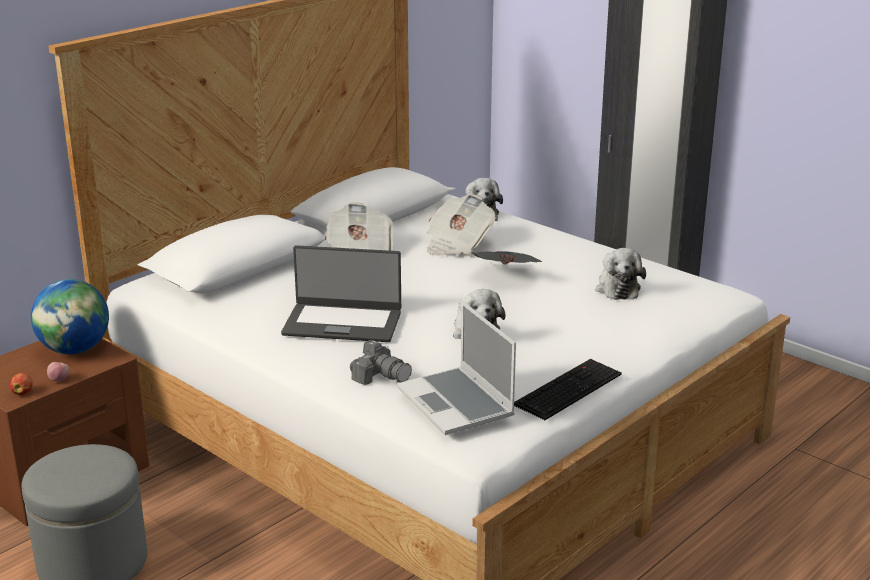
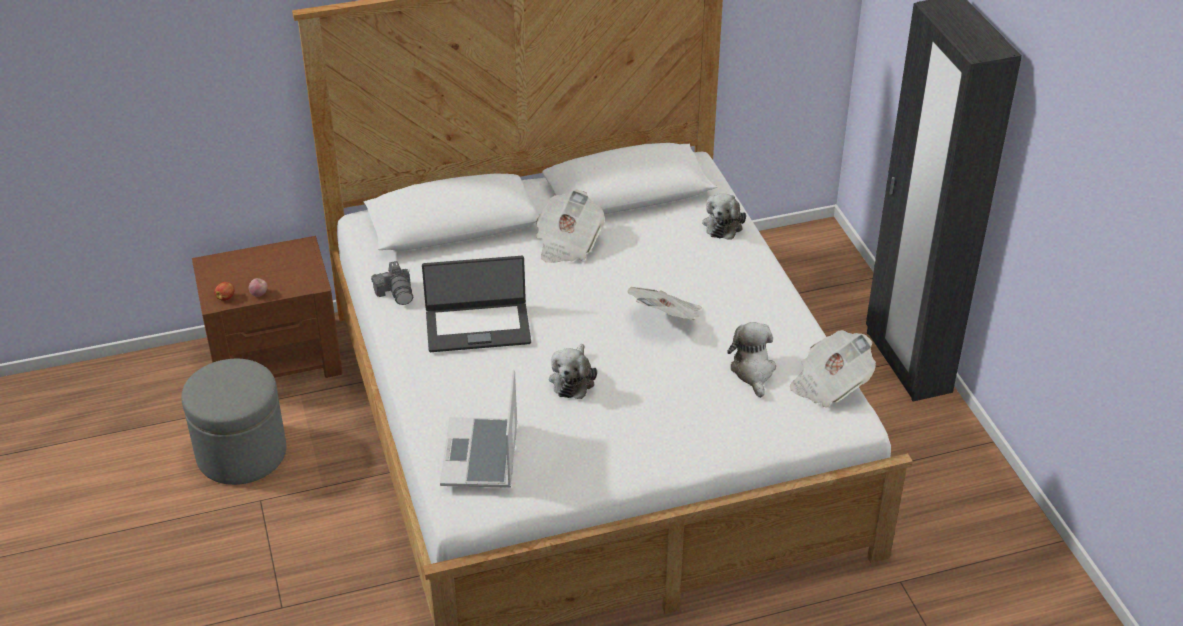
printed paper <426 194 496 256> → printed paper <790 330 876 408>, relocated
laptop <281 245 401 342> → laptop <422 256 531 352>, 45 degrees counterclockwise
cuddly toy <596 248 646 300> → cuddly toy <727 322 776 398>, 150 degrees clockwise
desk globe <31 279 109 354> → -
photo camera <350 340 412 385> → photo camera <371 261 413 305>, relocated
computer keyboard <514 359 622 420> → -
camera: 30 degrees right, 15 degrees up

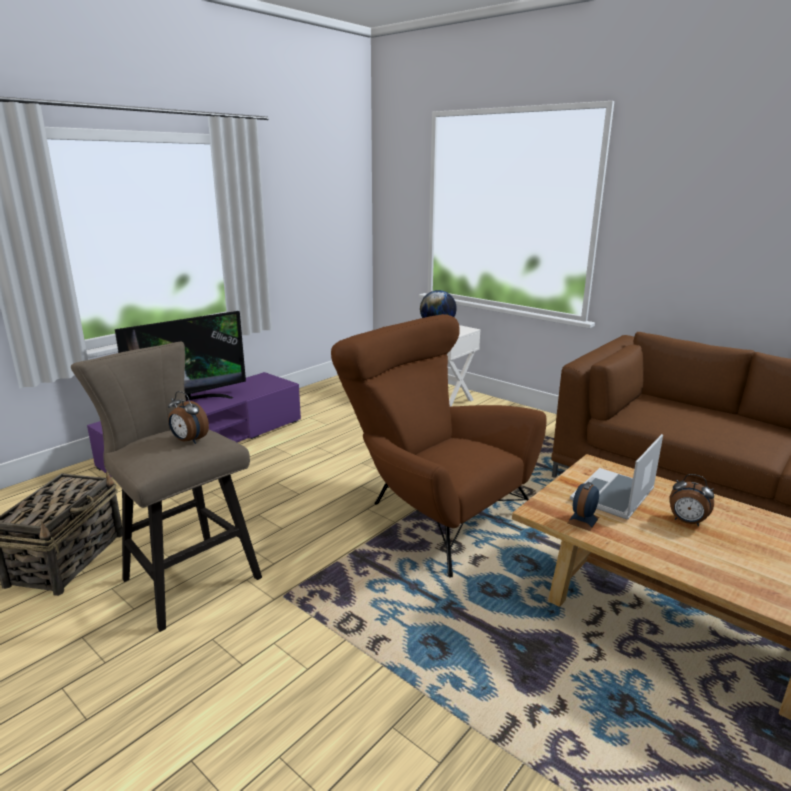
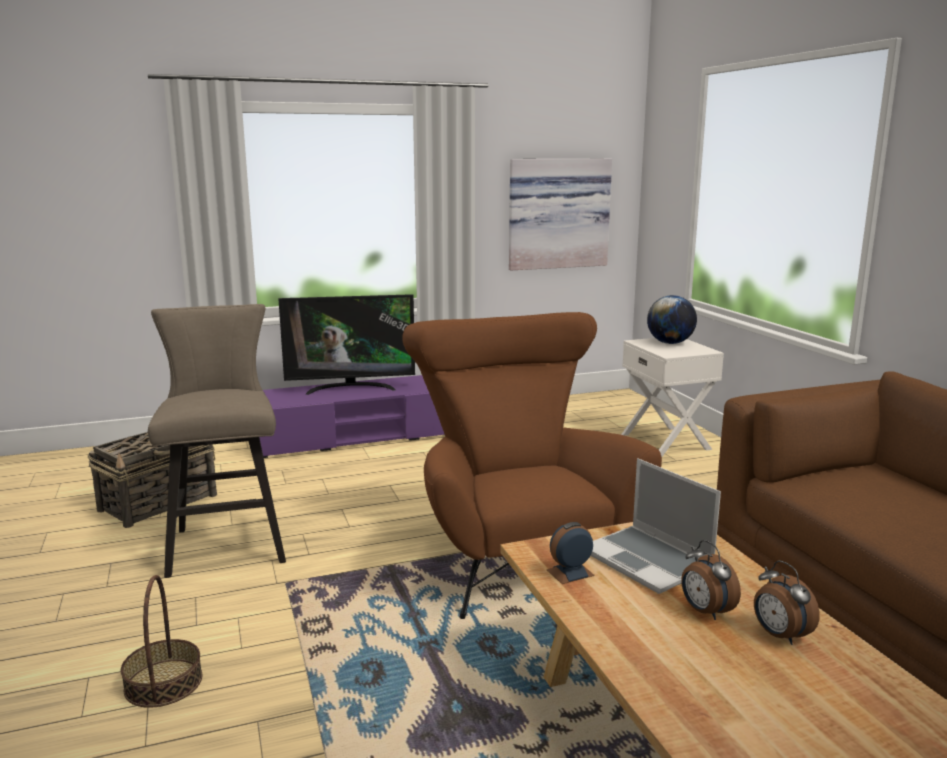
alarm clock <168 391 209 444> → alarm clock <754 560 820 645>, relocated
laptop <570 434 663 520> → laptop <591 458 721 594>, 105 degrees counterclockwise
- → picture <509 159 612 270>
- → storage basket <121 575 202 708>
camera: 30 degrees right, 5 degrees down

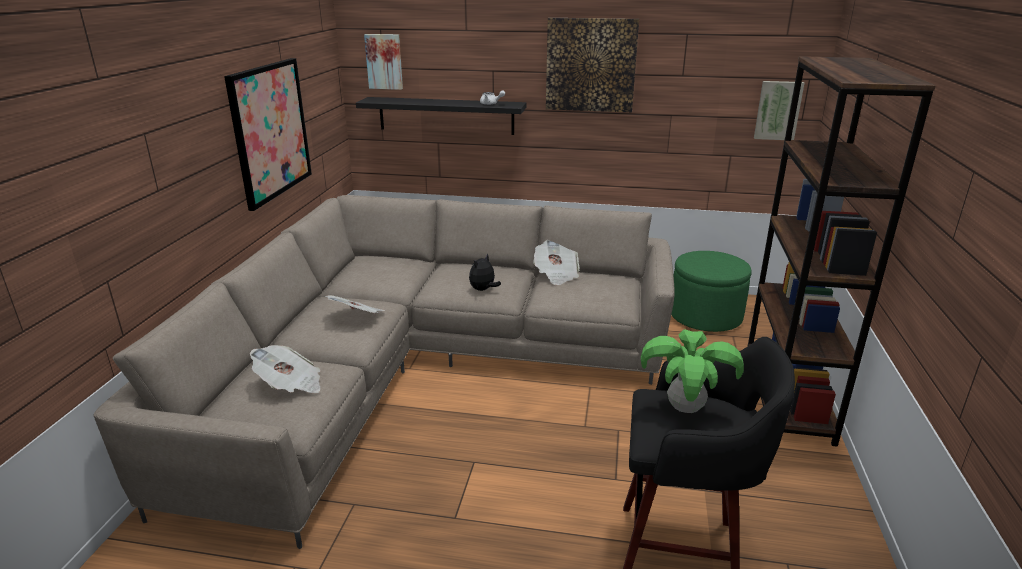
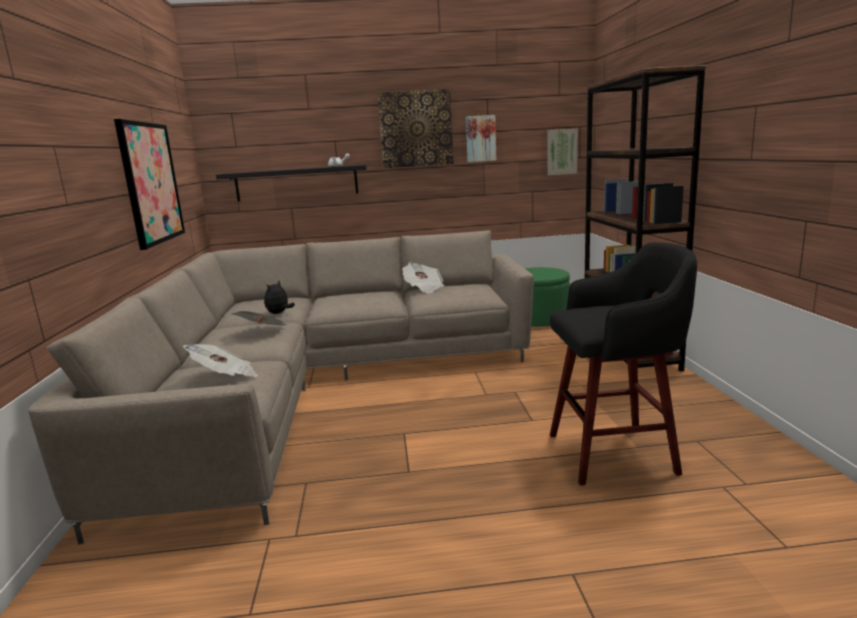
picture <364 34 403 90> → picture <466 115 496 162>, relocated
cuddly toy <469 254 501 291> → cuddly toy <264 281 295 314>, relocated
plant in a pot <641 329 744 413> → -
camera: 15 degrees left, 10 degrees down

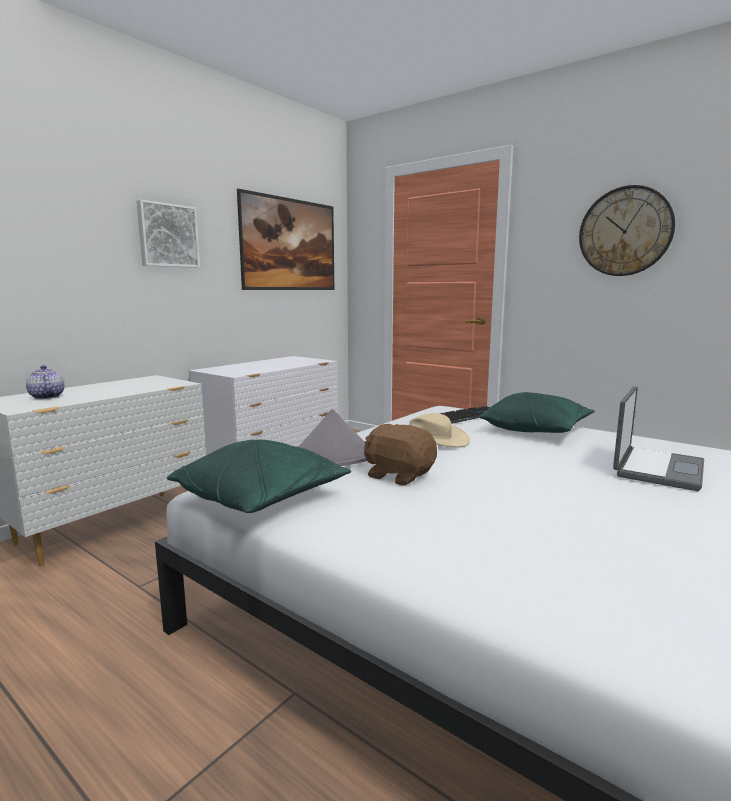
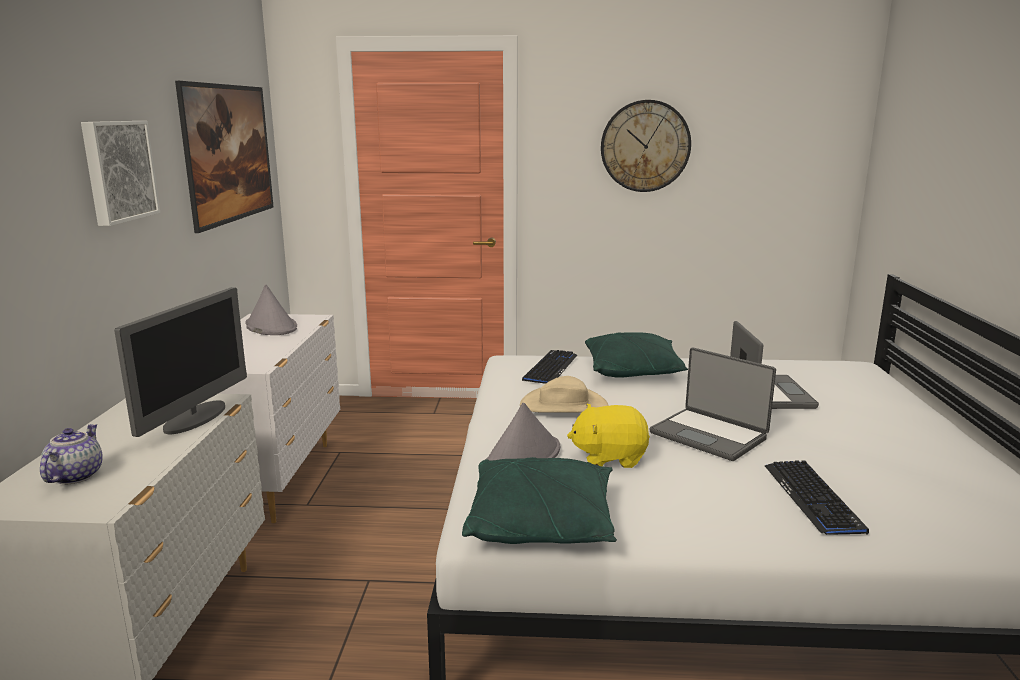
teapot <26 365 64 399> → teapot <40 424 103 484>, 75 degrees clockwise
cuddly toy (brown-coloured) <364 424 437 486> → cuddly toy (yellow-coloured) <567 404 650 468>
- → hat (gray) <245 284 297 335>
- → monitor <114 287 247 437>
- → laptop <649 347 776 461>
- → computer keyboard <765 460 869 535>
camera: 35 degrees left, 5 degrees up

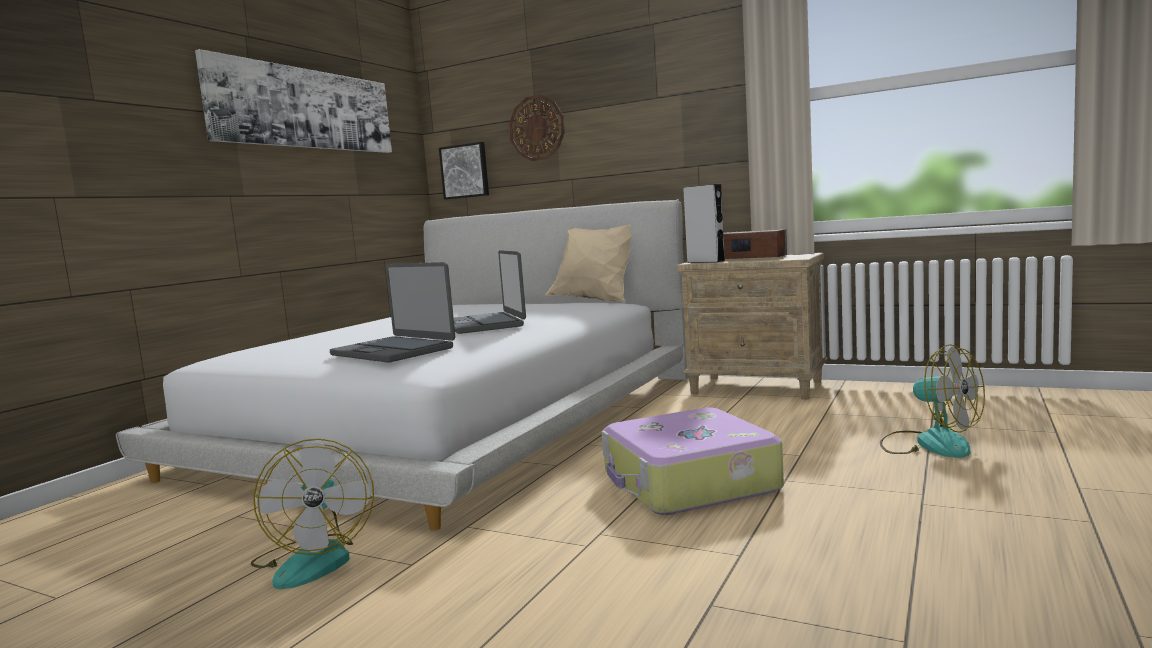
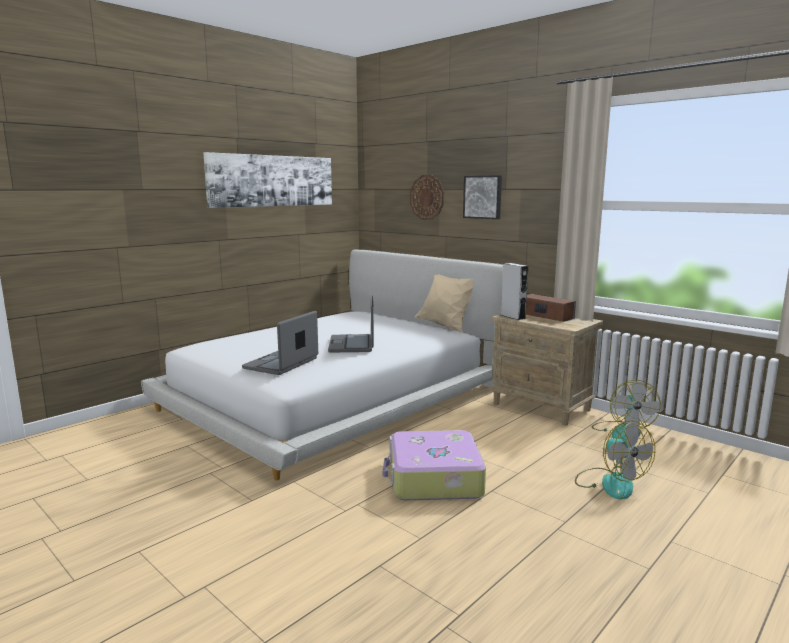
picture <439 142 489 199> → picture <463 175 502 219>, relocated
laptop <330 262 455 363> → laptop <242 311 318 375>, 60 degrees clockwise
fan <251 438 374 589> → fan <592 380 661 441>, relocated
camera: 15 degrees right, 5 degrees up

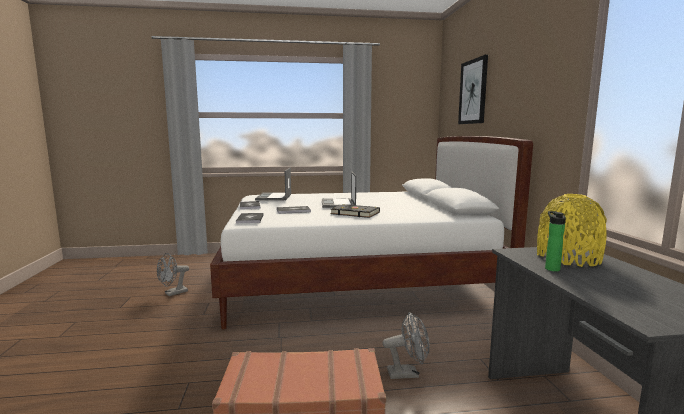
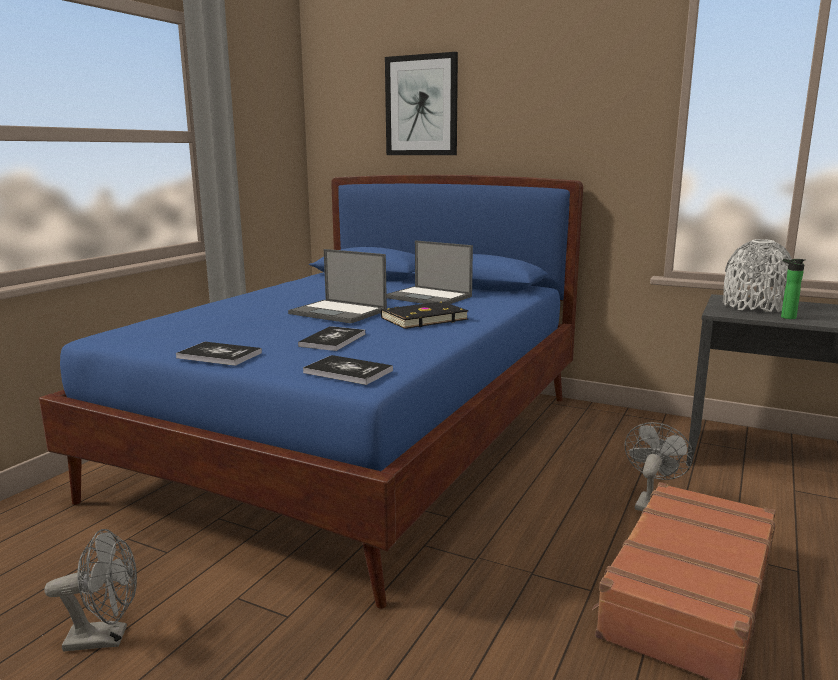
sleeping bed (white) <210 136 533 329> → sleeping bed (blue-coloured) <39 175 583 609>
laptop <255 168 291 201> → laptop <387 240 473 304>, relocated
decorative vase (yellow-coloured) <537 194 607 267> → decorative vase (gray) <723 239 792 312>
fan (gray) <157 253 189 296> → fan (gray) <44 529 137 651>, 90 degrees counterclockwise
camera: 55 degrees left, 5 degrees up

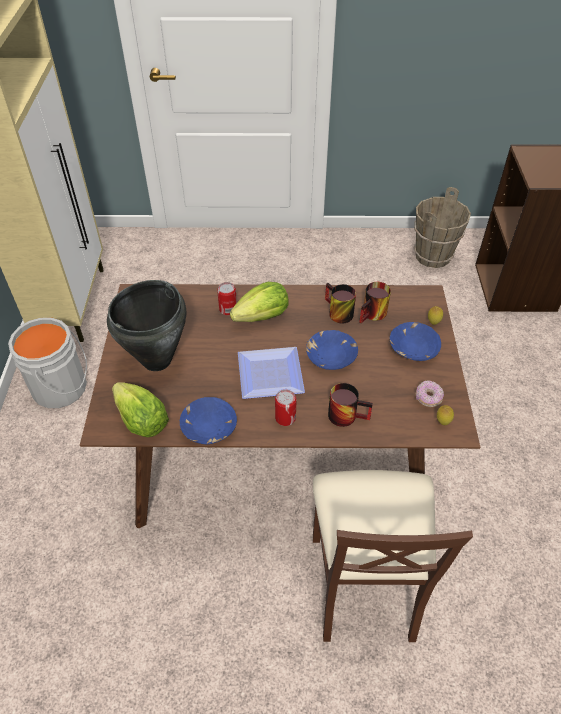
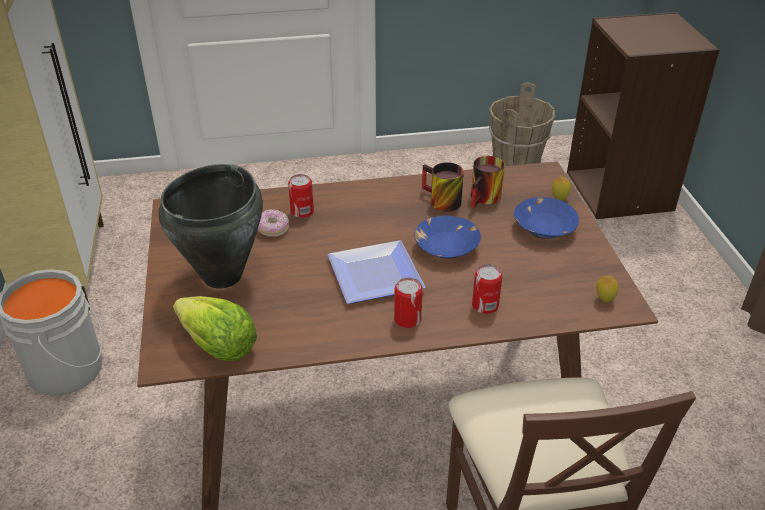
lettuce head <230 282 289 322> → -
doughnut <416 380 444 407> → doughnut <258 209 289 237>, relocated
tea mug <328 383 373 427> → metal can <472 264 502 314>
serving bowl (blue-coloured) <180 397 237 445> → -
camera: 10 degrees left, 10 degrees down

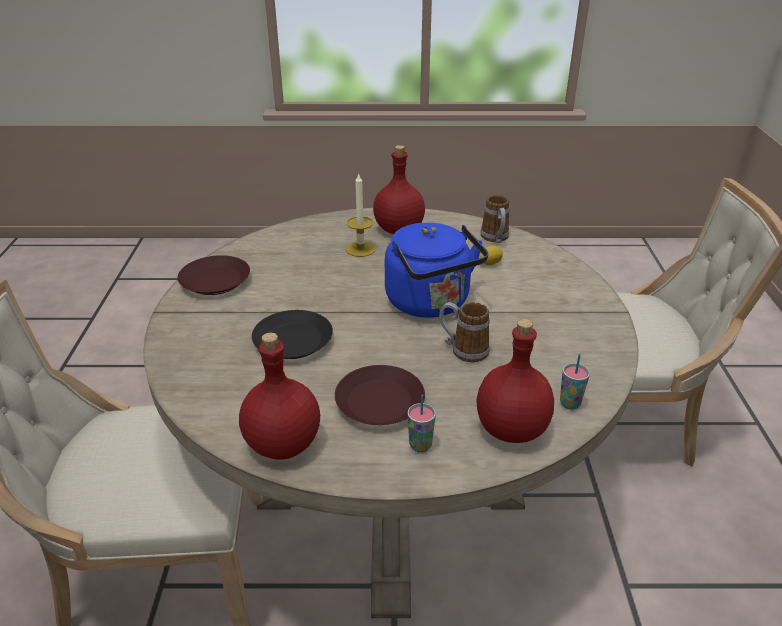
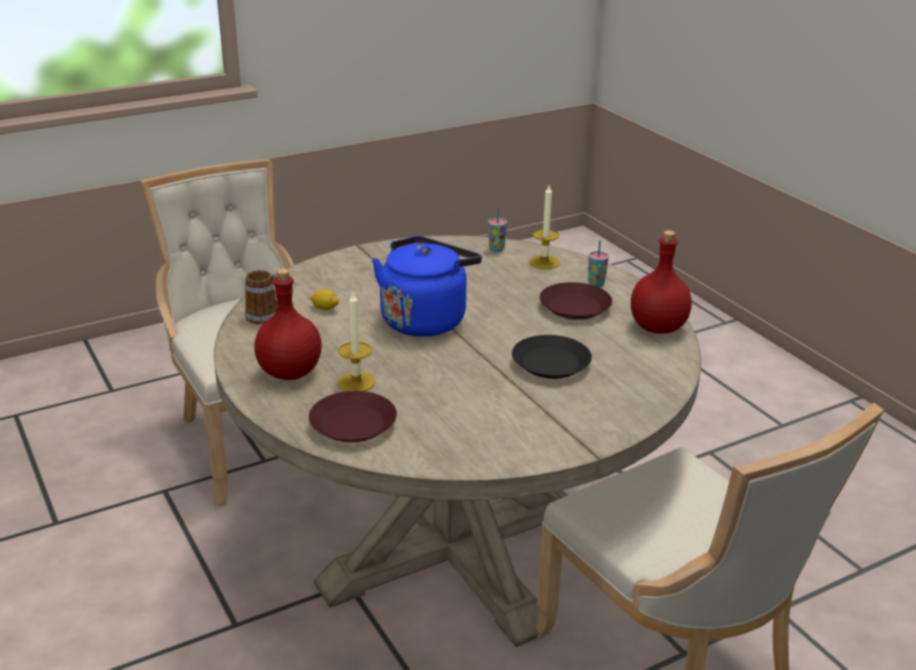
dinner plate (brown-coloured) <177 255 250 295> → dinner plate (brown-coloured) <309 391 397 443>, relocated
tea mug <439 302 490 362> → -
bottle (reddish) <476 319 554 443> → wax light <529 186 560 269>
camera: 120 degrees left, 5 degrees down

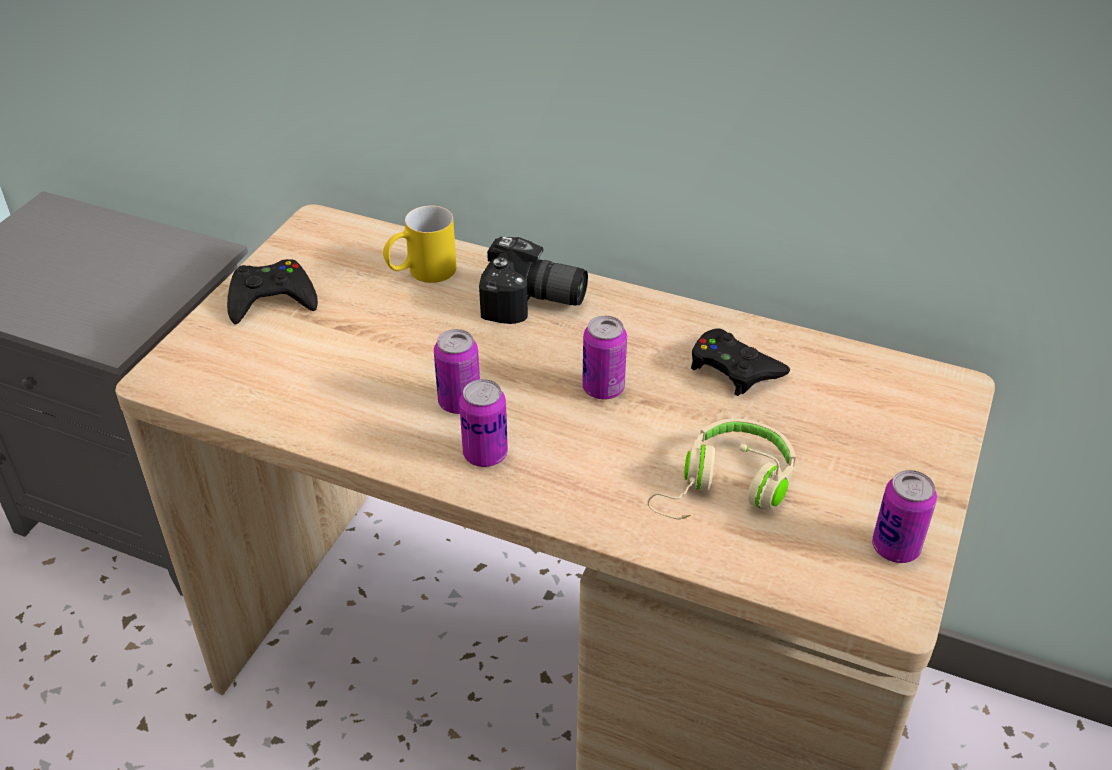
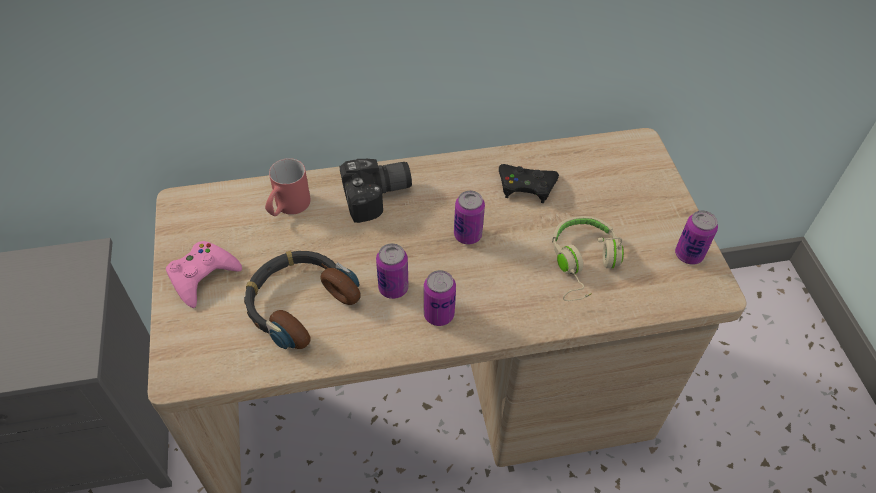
tea mug (yellow-coloured) <383 205 457 283> → tea mug (reddish) <265 158 311 216>
game controller (blackish) <227 259 318 324> → game controller (pinkish) <166 241 242 308>
- → headphones <244 251 361 349>
camera: 35 degrees left, 10 degrees up

